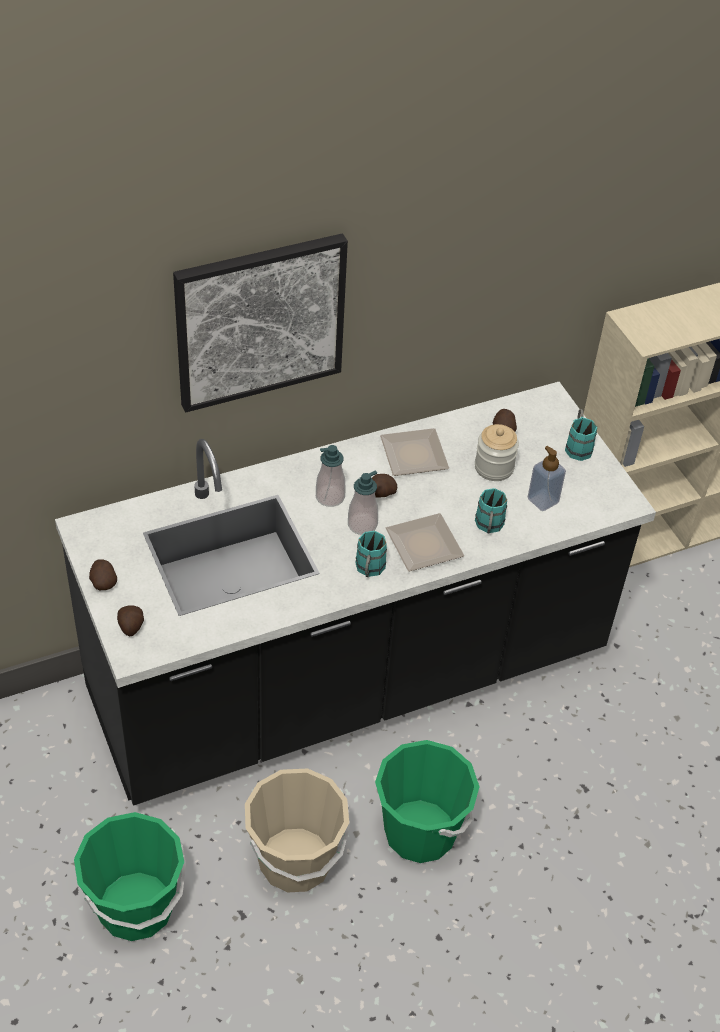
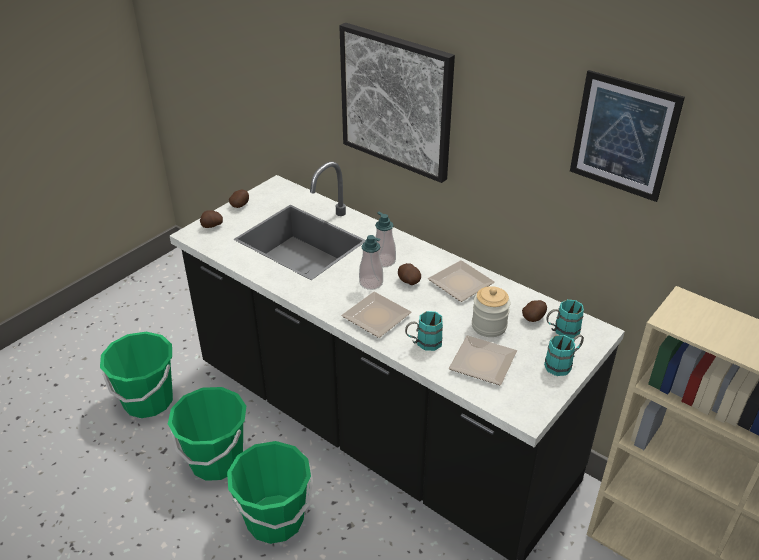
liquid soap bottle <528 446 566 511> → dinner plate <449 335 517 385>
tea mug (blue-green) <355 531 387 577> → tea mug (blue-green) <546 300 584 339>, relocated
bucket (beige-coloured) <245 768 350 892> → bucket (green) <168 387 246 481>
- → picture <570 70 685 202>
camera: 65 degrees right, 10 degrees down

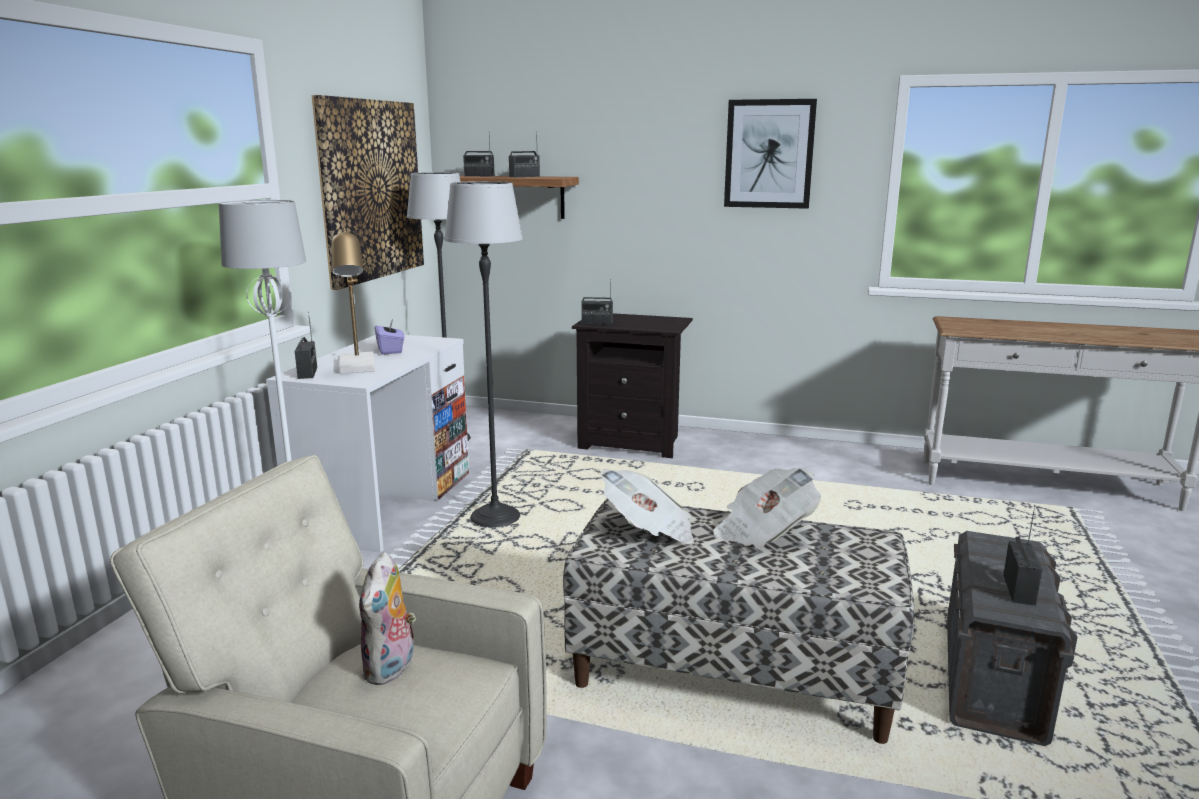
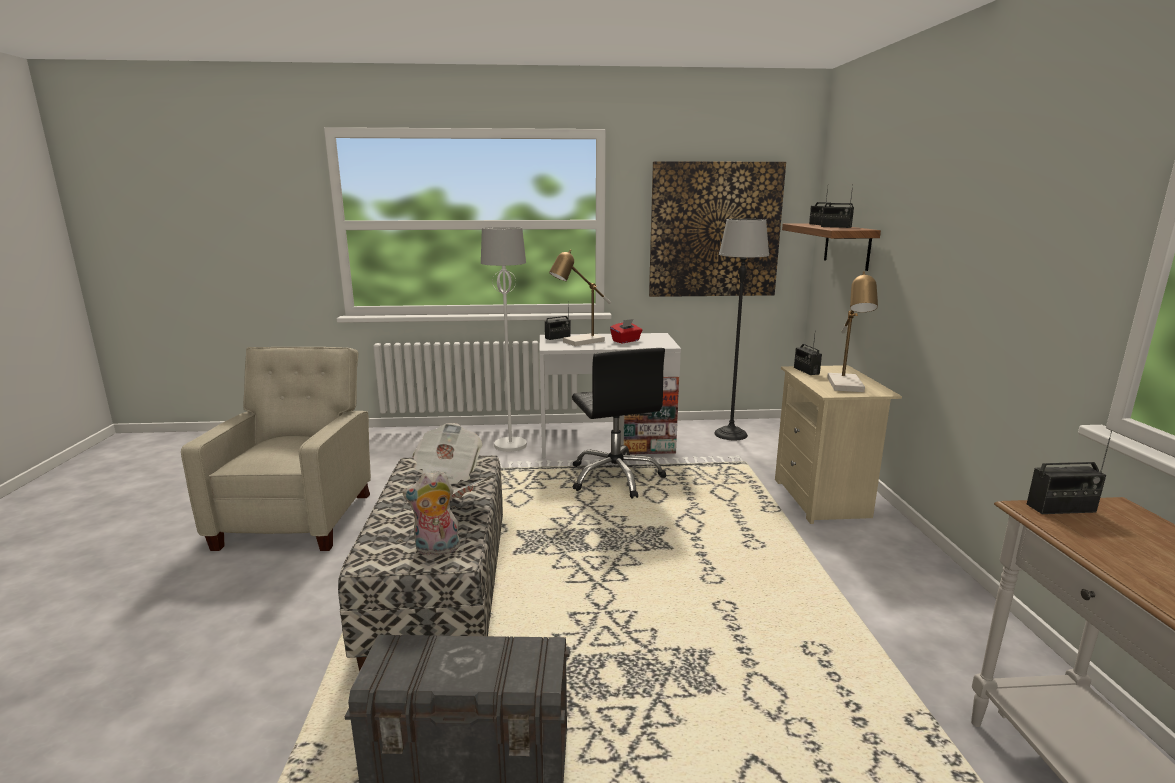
picture <724 99 817 209> → -
standard lamp <444 181 523 527> → office chair (blackish) <572 348 666 499>
night table (blackish) <572 313 693 458> → night table (beige-coloured) <775 365 902 524>
tissue holder (purplish) <375 319 404 355> → tissue holder (reddish) <610 319 642 343>
radio receiver <1003 505 1043 606> → radio receiver <1027 430 1112 514>, relocated
cuddly toy <359 552 416 685> → cuddly toy <402 470 460 556>, relocated
- → table lamp <827 271 878 392>
camera: 70 degrees right, 0 degrees up

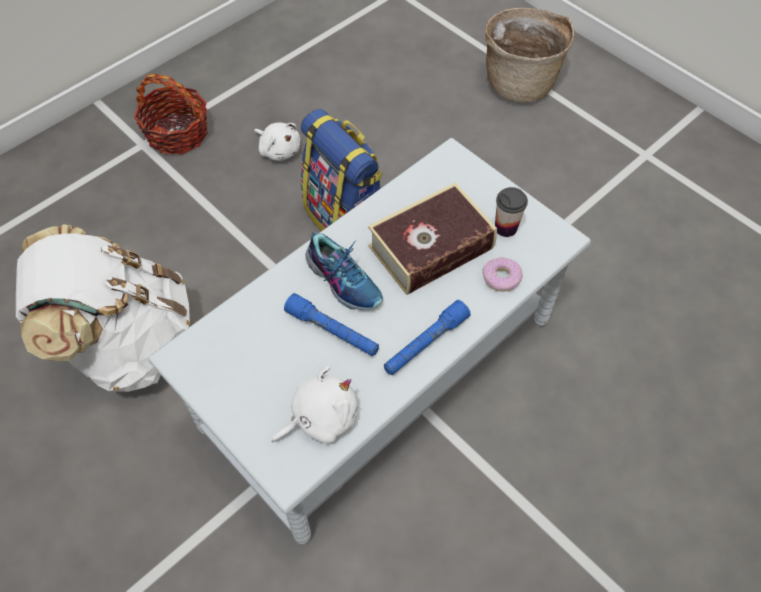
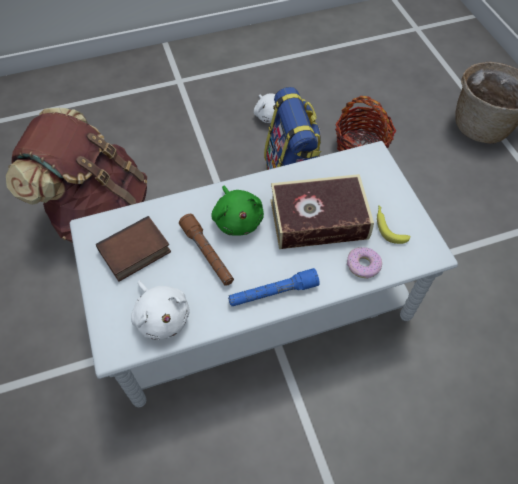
storage basket <134 74 208 154> → storage basket <335 96 396 151>, relocated
small cup <495 187 528 237> → whole banana <377 205 410 244>
backpack (white) <16 225 190 392> → backpack (brown-coloured) <6 108 147 243>
item of footwear <305 232 383 310> → cuddly toy (green) <212 185 264 236>
hand torch (blue-coloured) <284 293 379 356> → hand torch (brown-coloured) <179 214 234 286>
cuddly toy (white) <271 366 358 444> → cuddly toy (white) <131 280 190 340>, 60 degrees clockwise
- → bound book <96 216 171 282>
camera: 25 degrees right, 0 degrees up

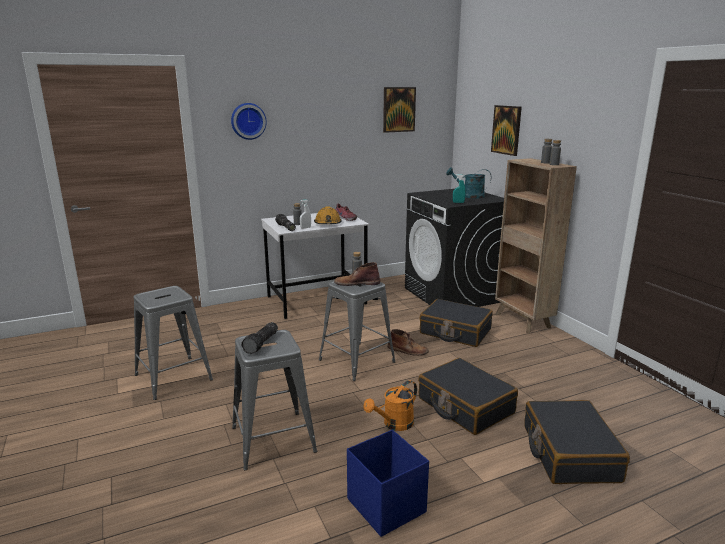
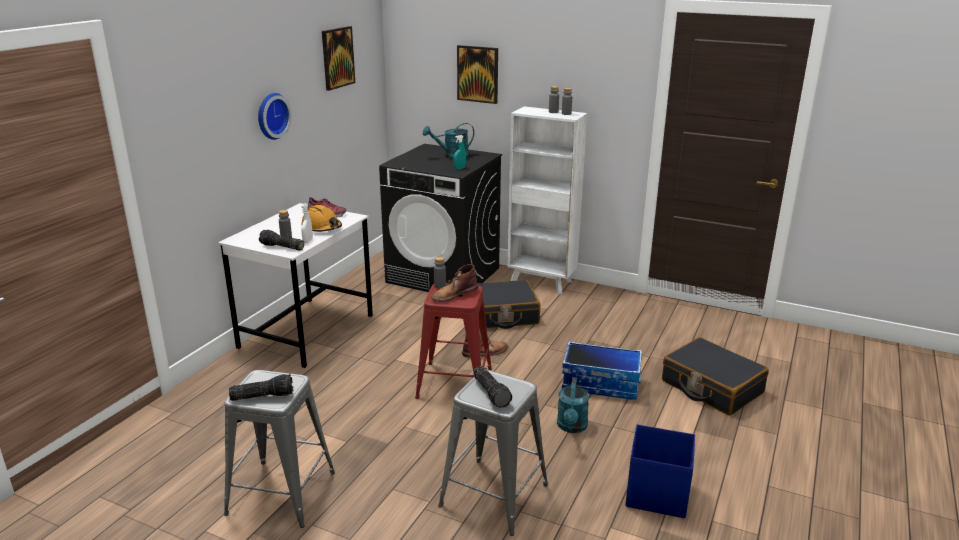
clock on the wall <231 103 267 140> → clock on the wall <258 93 292 140>, relocated
bookcase (brown-coloured) <495 158 577 334> → bookcase (white) <507 106 587 294>
sitting stool (gray) <319 281 395 381> → sitting stool (reddish) <415 283 492 399>
piece of luggage (blackish) <418 358 518 435> → storage bin <562 341 642 400>
watering can (orange) <363 380 417 431> → watering can (blue-green) <557 377 589 433>
- → hand torch <229 374 293 401>
camera: 40 degrees left, 5 degrees up

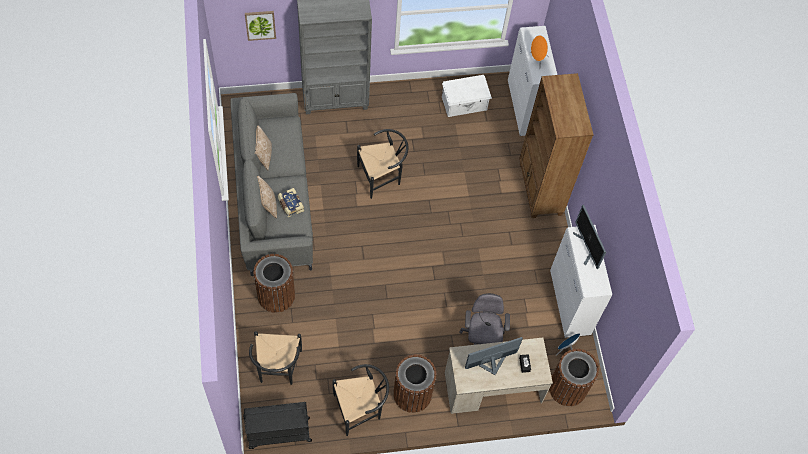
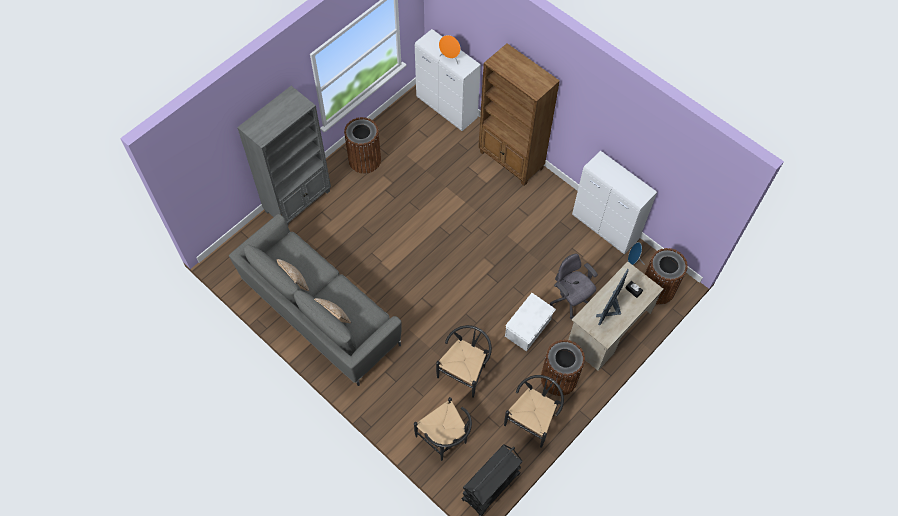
picture <245 11 276 41> → -
storage bin (white) <442 75 492 117> → storage bin (white) <505 293 556 352>, relocated
plain chair (blackish) <357 129 408 199> → plain chair (blackish) <436 325 492 398>, relocated
bound book <278 188 304 217> → -
monitor <573 205 606 269> → -
trash can (brown-coloured) <253 254 295 313> → trash can (brown-coloured) <344 117 381 174>, relocated
camera: 35 degrees left, 0 degrees up

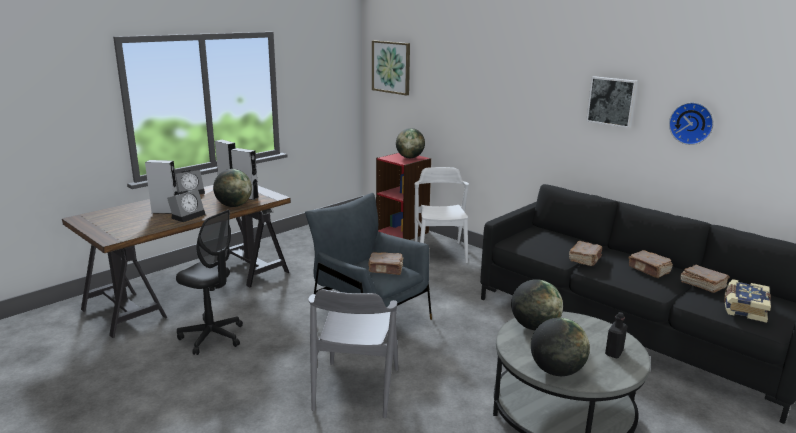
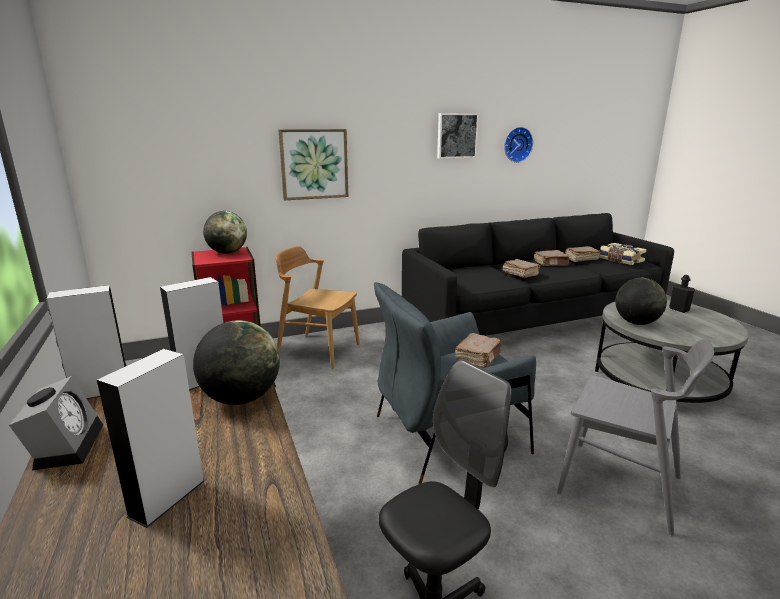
picture <372 40 410 95> → picture <279 129 348 200>, relocated
plain chair (white) <415 167 469 263> → plain chair (brown-coloured) <276 246 360 369>
alarm clock <167 189 205 222> → -
desk globe <531 318 590 376> → -
camera: 65 degrees left, 0 degrees up

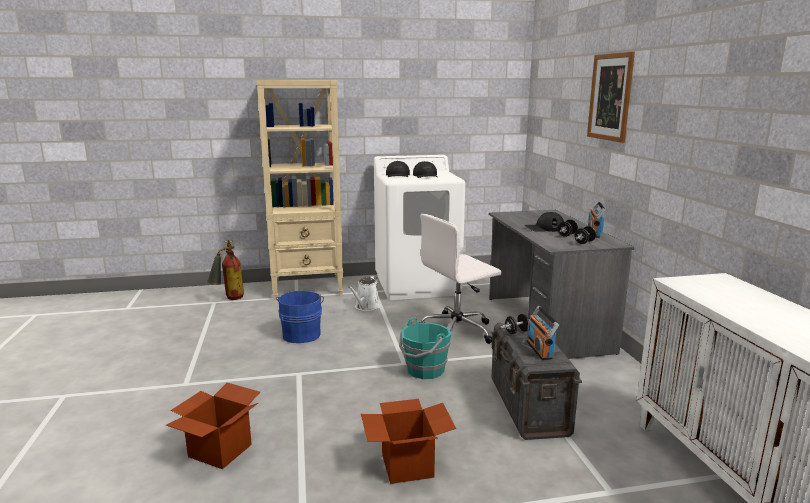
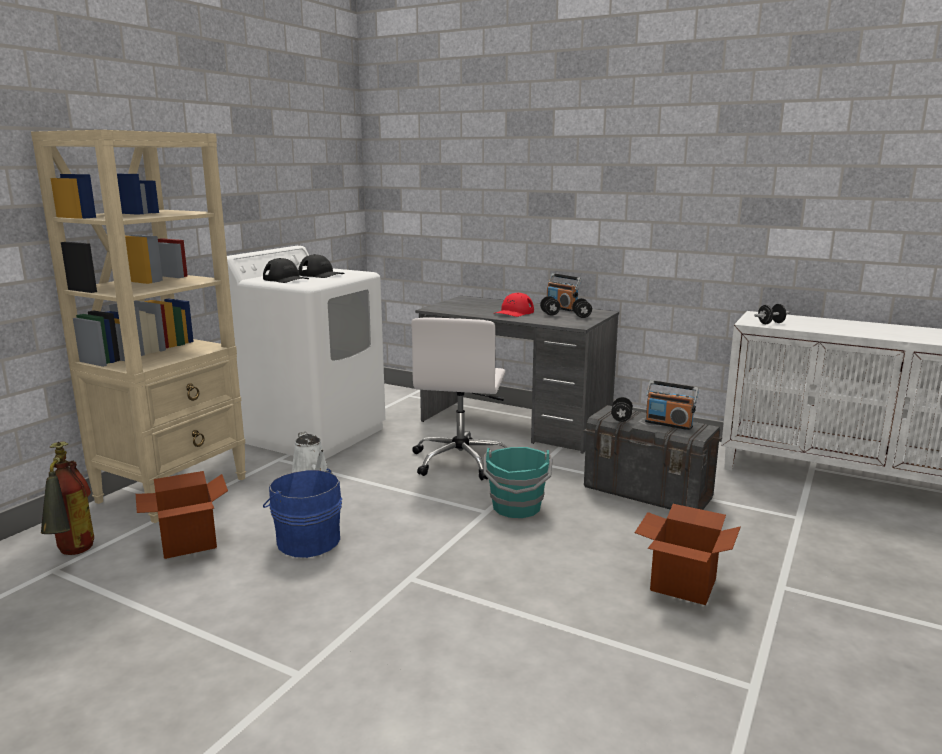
picture <587 52 635 143> → -
peaked cap (blackish) <524 212 564 232> → peaked cap (reddish) <494 293 534 317>
cardboard box <166 383 260 469> → cardboard box <136 471 228 559>, relocated
- → hand weight (blackish) <754 304 790 324>
camera: 50 degrees left, 0 degrees up

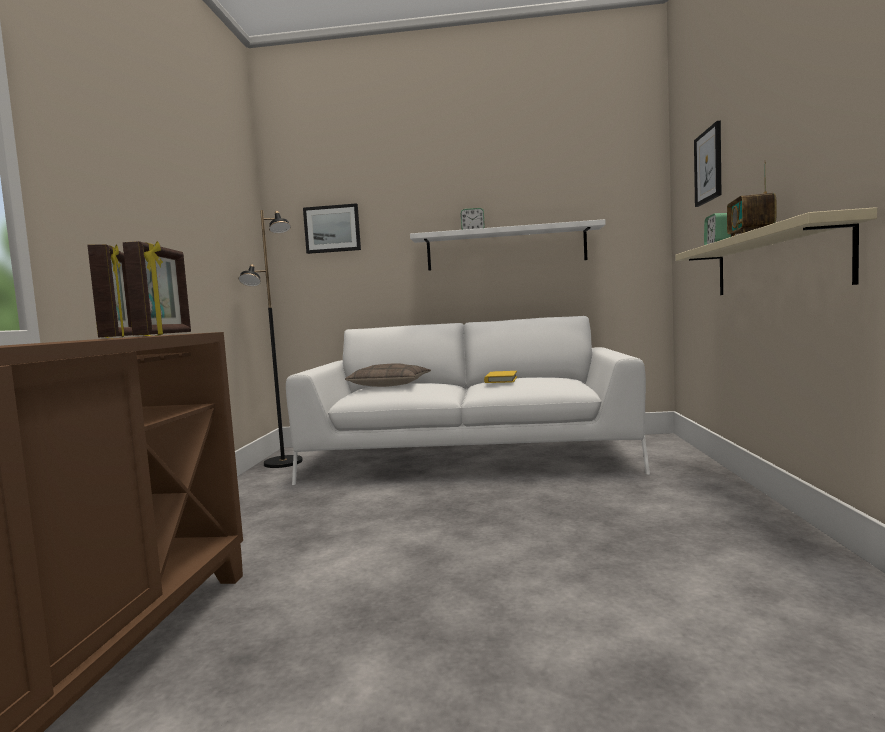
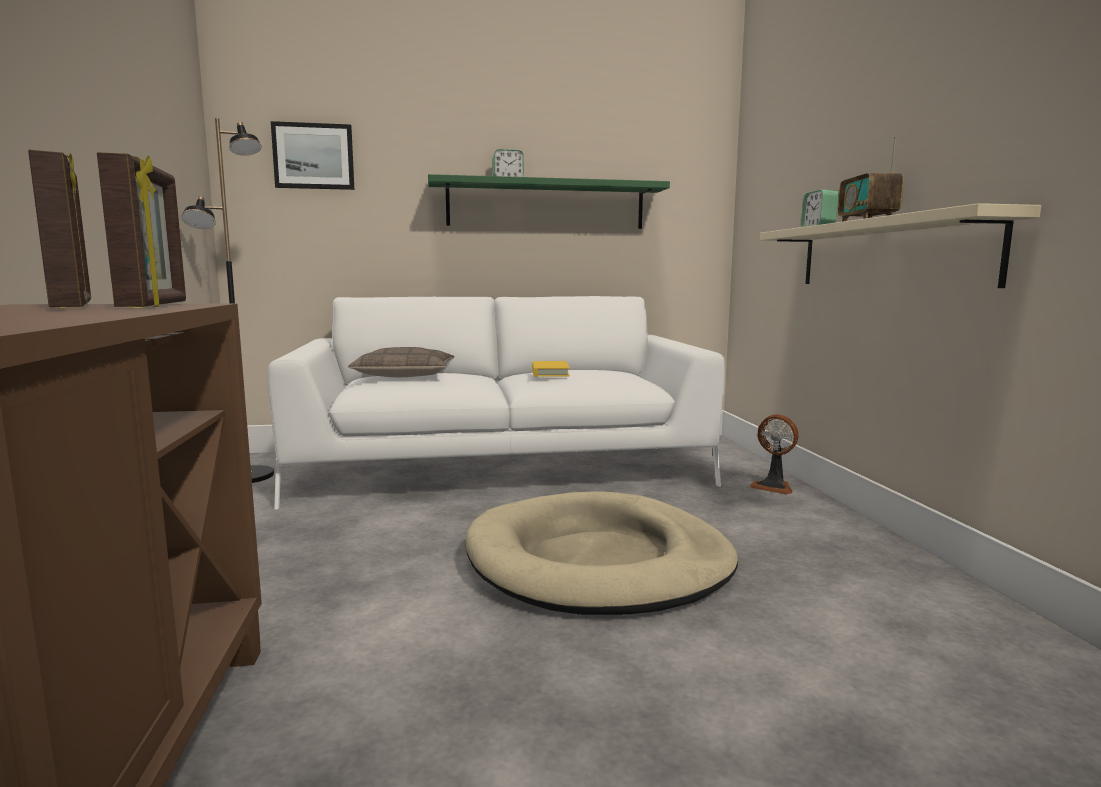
picture <694 121 722 207> → -
bracket shelf (white) <410 219 606 271> → bracket shelf (green) <428 174 670 229>
- → fan <749 414 799 494>
- → dog bed (beige-coloured) <465 491 738 615>
camera: 15 degrees left, 5 degrees up

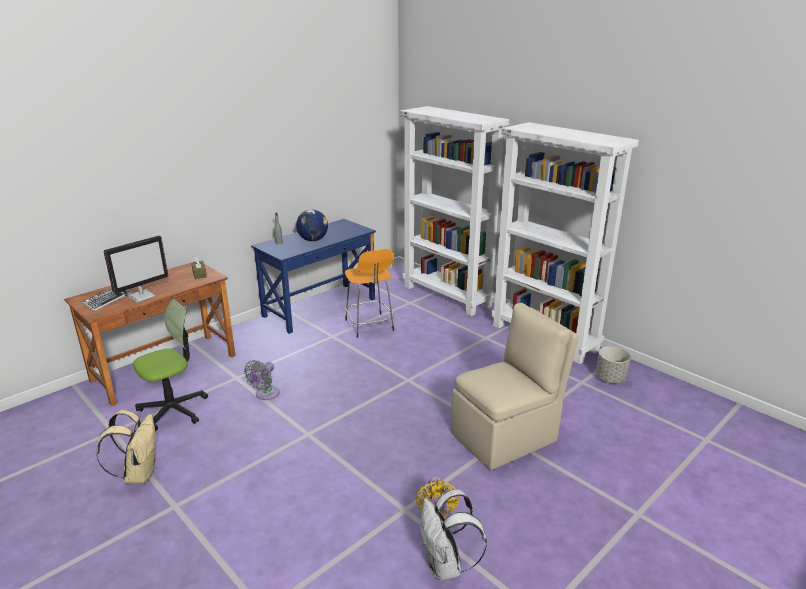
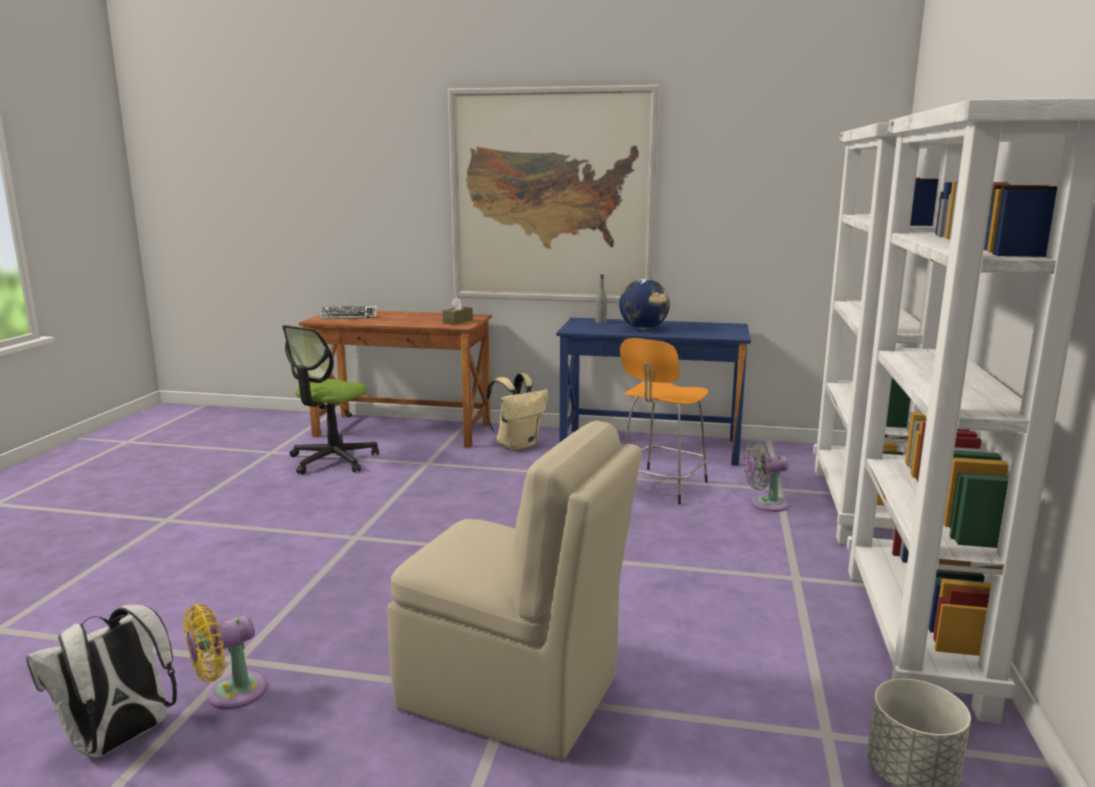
monitor <103 236 168 302> → -
office chair <133 299 208 431> → office chair <282 325 379 474>, 105 degrees clockwise
fan (gray) <244 360 280 400> → fan (gray) <744 441 789 512>, relocated
backpack (beige-coloured) <96 410 156 484> → backpack (beige-coloured) <486 373 548 451>, relocated
- → picture <448 85 660 303>
camera: 55 degrees right, 10 degrees down

